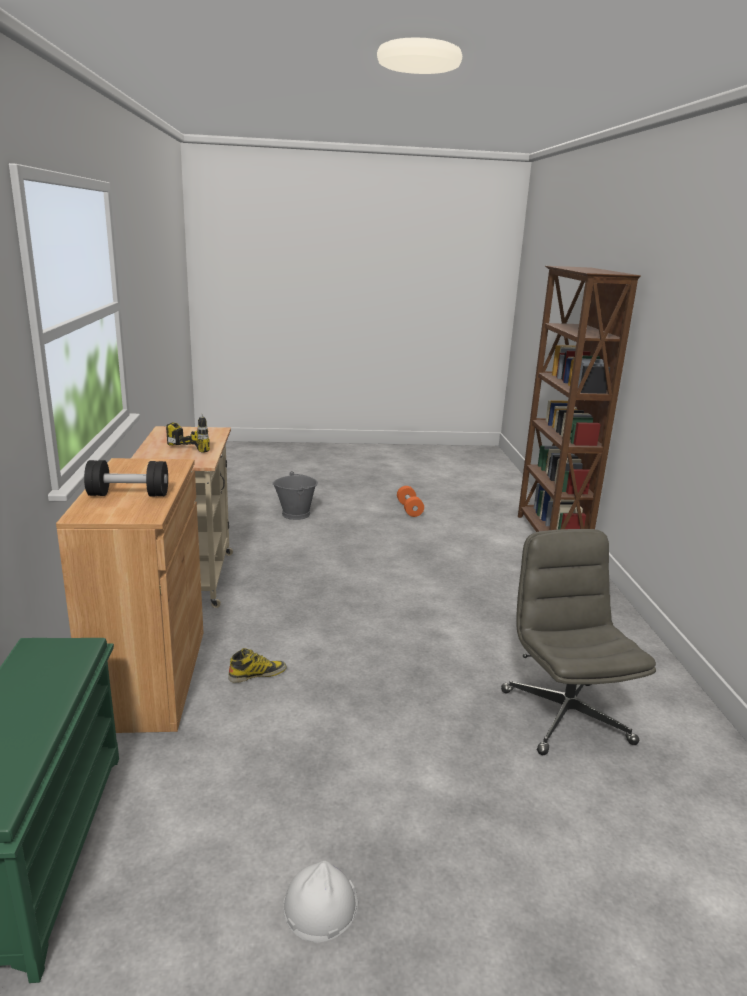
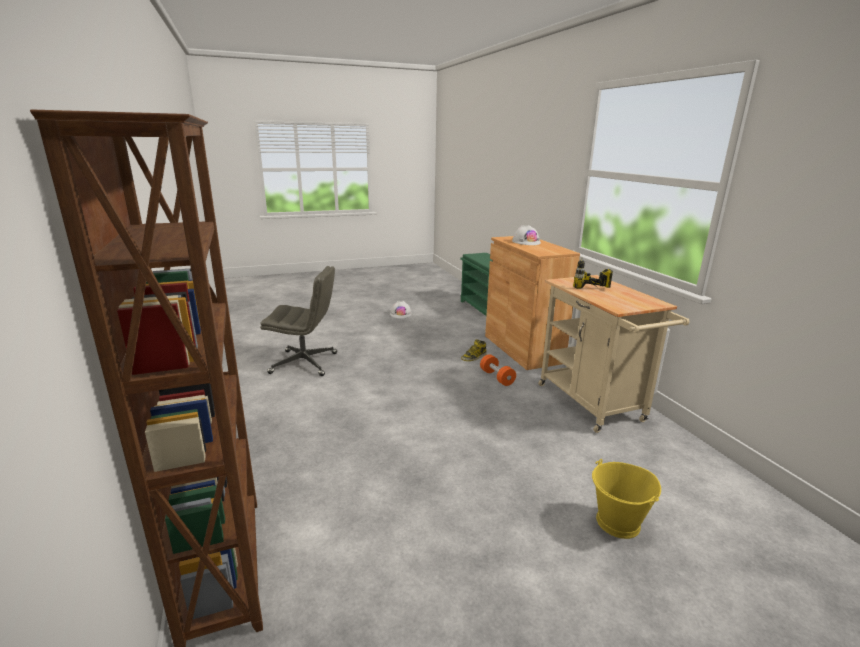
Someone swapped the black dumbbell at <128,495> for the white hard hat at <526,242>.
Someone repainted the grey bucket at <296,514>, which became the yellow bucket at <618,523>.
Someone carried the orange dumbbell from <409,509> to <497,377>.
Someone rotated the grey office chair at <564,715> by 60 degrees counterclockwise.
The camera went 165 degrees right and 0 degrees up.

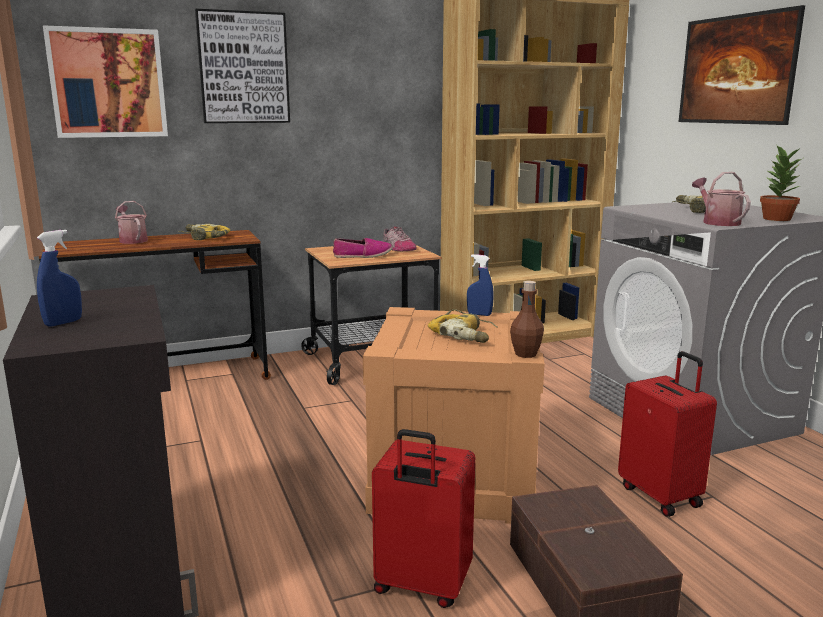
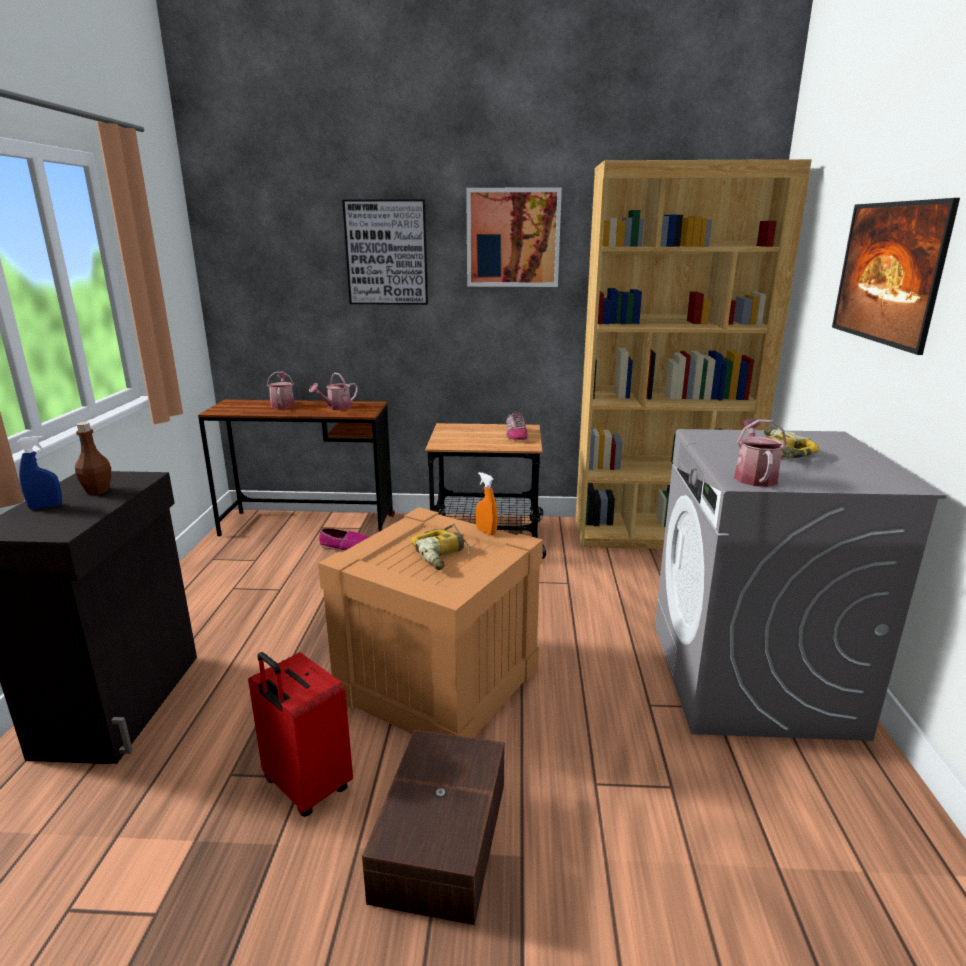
Someone carried the picture from <108,83> to <513,238>.
Someone swapped the power drill at <202,238> for the watering can at <336,408>.
Someone carried the shoe from <363,256> to <345,547>.
Someone repainted the blue spray bottle at <479,314>, which became the orange spray bottle at <486,532>.
Someone carried the brown bottle from <526,354> to <98,491>.
Someone took away the red suitcase at <661,495>.
Someone took away the potted plant at <776,219>.
The camera went 25 degrees right and 5 degrees up.

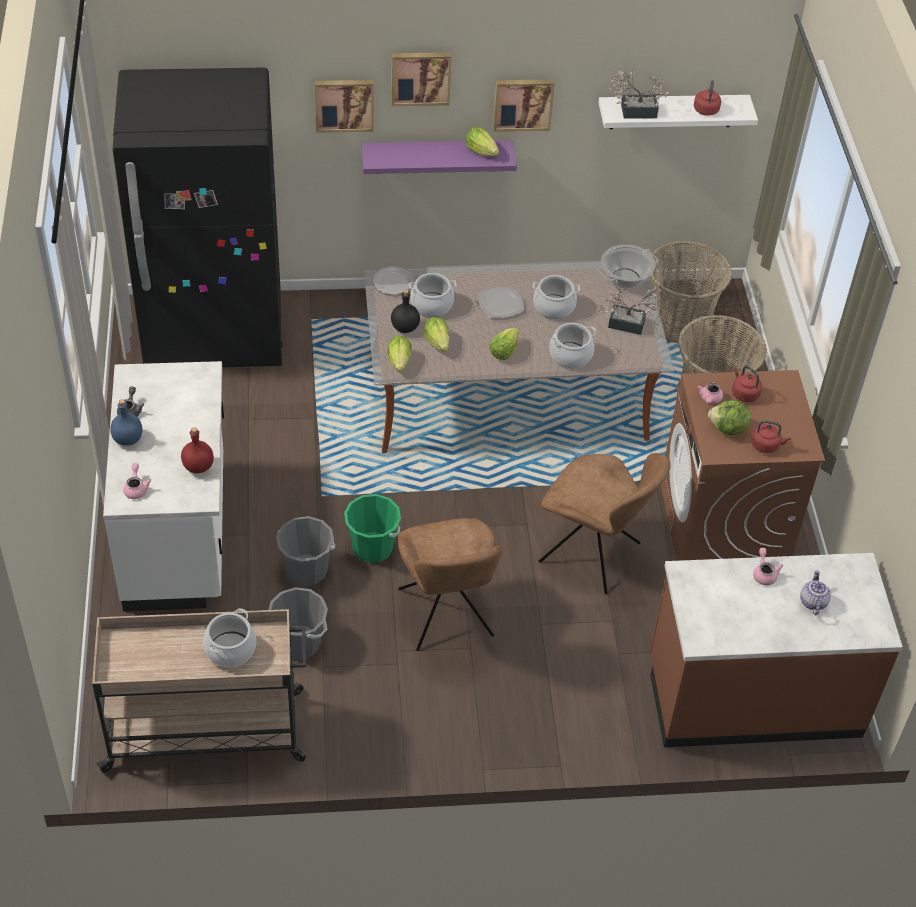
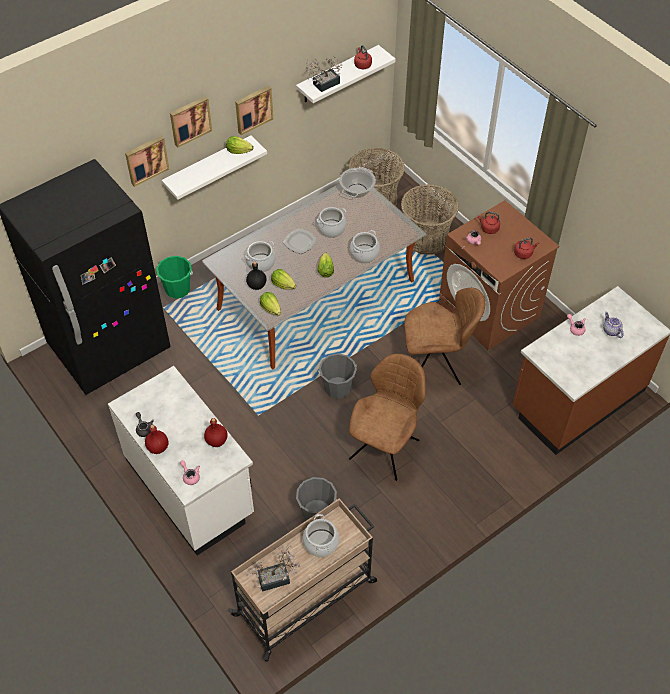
Someone repainted the blue bottle at <128,438>, which became the red bottle at <158,447>.
Someone carried the grey bucket from <306,570> to <337,388>.
Someone carried the green bucket from <372,548> to <177,289>.
Someone repainted the purple shelf at <436,156>, which became the white shelf at <208,167>.
Someone took away the plate at <393,283>.
Someone rotated the brown chair at <446,616> by 105 degrees counterclockwise.
Someone carried the potted plant from <631,325> to <277,578>.
Someone took away the lettuce at <728,429>.
The camera went 30 degrees left and 5 degrees up.

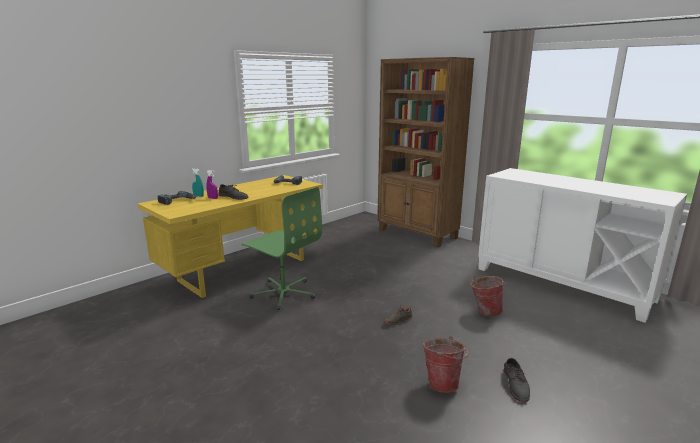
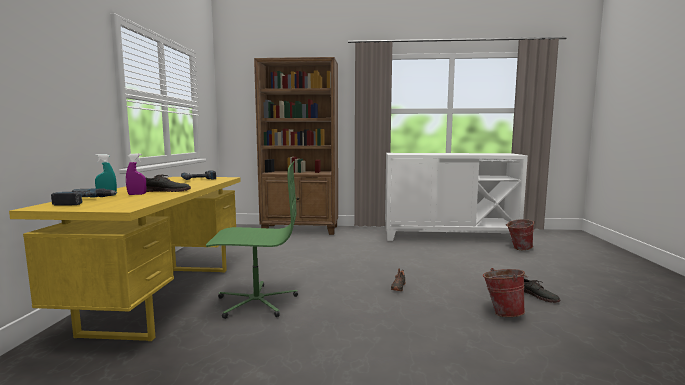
Someone carried the bucket from <484,311> to <518,248>.
The camera went 40 degrees left and 10 degrees down.

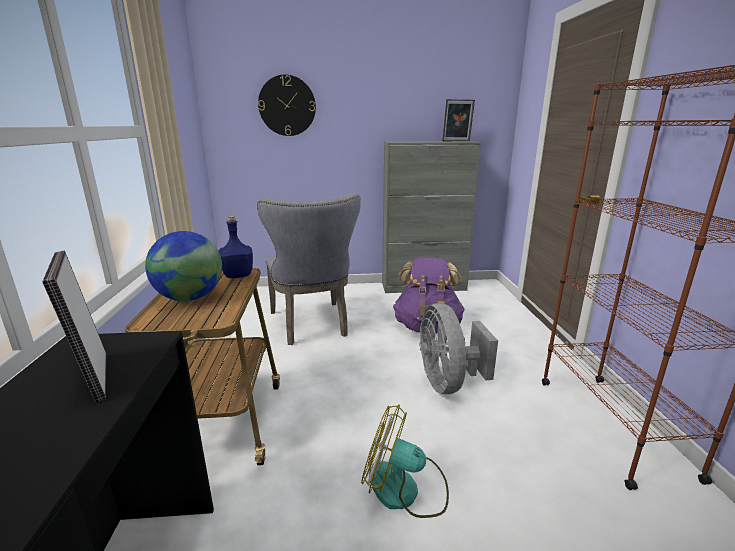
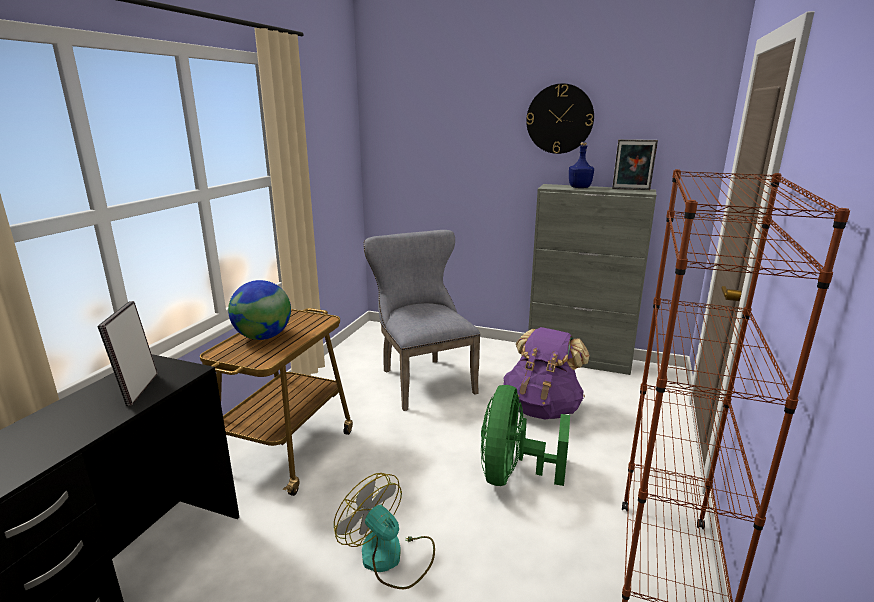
Someone carried the blue bottle from <238,275> to <579,187>.
Someone rotated the grey chair at <312,325> by 150 degrees clockwise.
Someone carried the wall clock from <287,106> to <559,119>.
Someone repainted the grey fan at <448,382>, which became the green fan at <513,474>.
The camera went 25 degrees right and 0 degrees up.

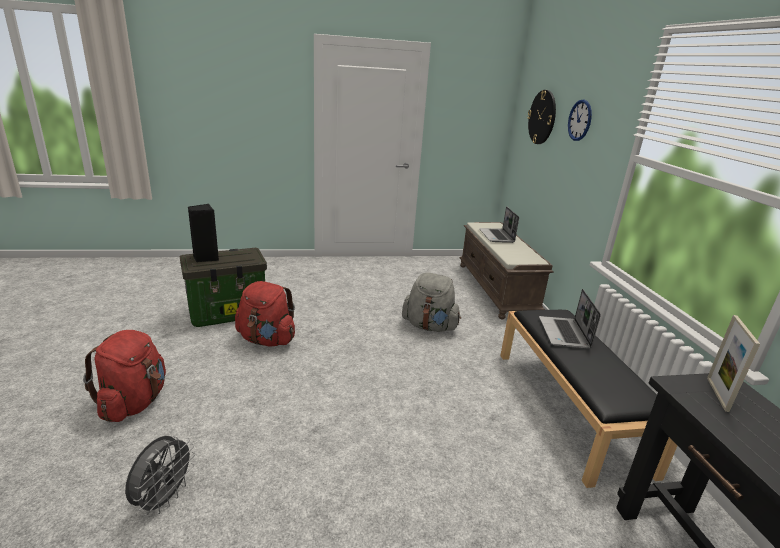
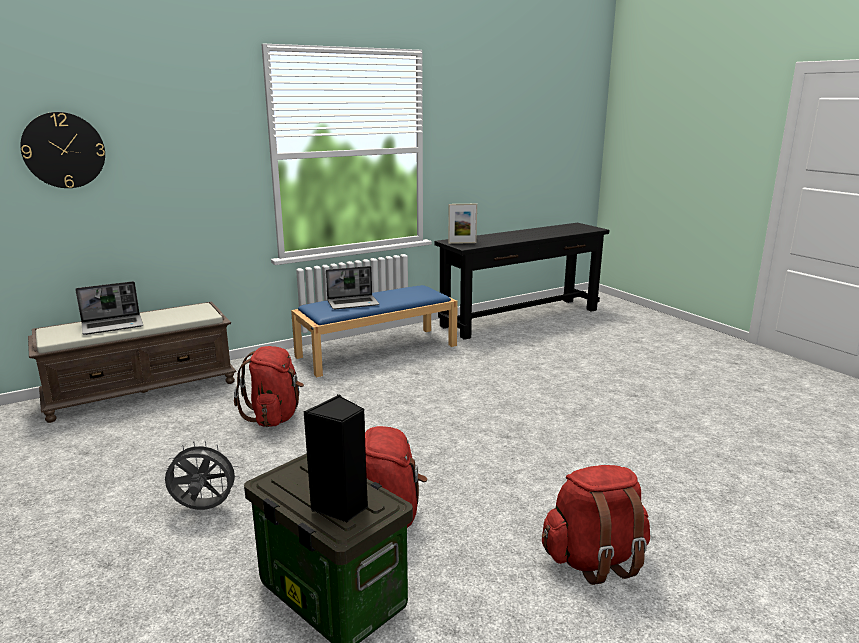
Someone carried the grey fan from <164,499> to <204,509>.
Someone repainted the grey backpack at <429,326>, which became the red backpack at <274,416>.
Someone repainted the black bench at <569,408>, which became the blue bench at <378,350>.
Someone took away the wall clock at <579,120>.
The camera went 110 degrees left and 5 degrees down.

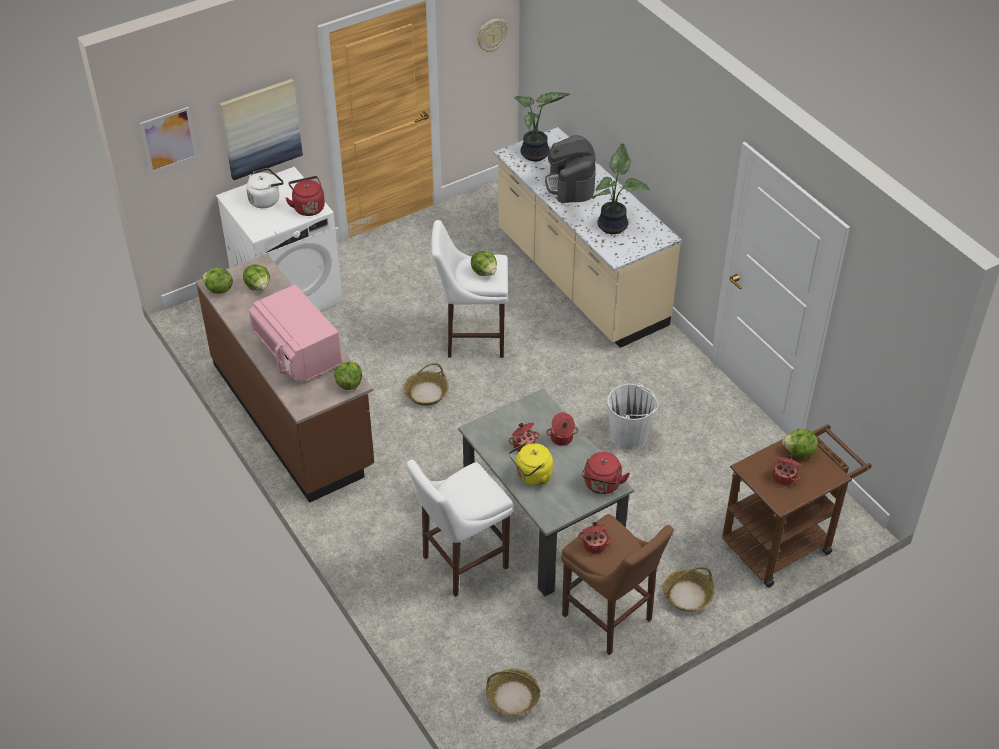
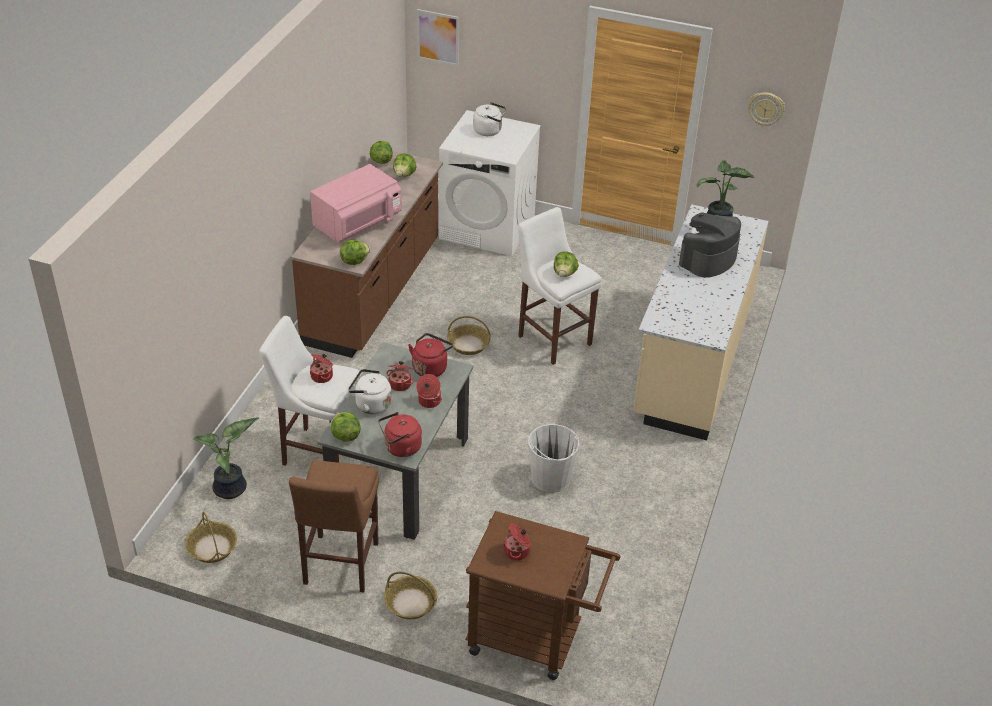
Someone took away the picture at <261,128>.
Someone rotated the pink microwave at <297,353> by 150 degrees counterclockwise.
Someone carried the red kettle from <308,207> to <430,367>.
Someone repainted the yellow kettle at <531,476>, which became the white kettle at <370,405>.
Someone carried the cooking pot from <594,544> to <322,376>.
Someone carried the potted plant from <614,225> to <232,489>.
Someone carried the lettuce from <799,452> to <345,436>.
The camera went 50 degrees right and 5 degrees down.

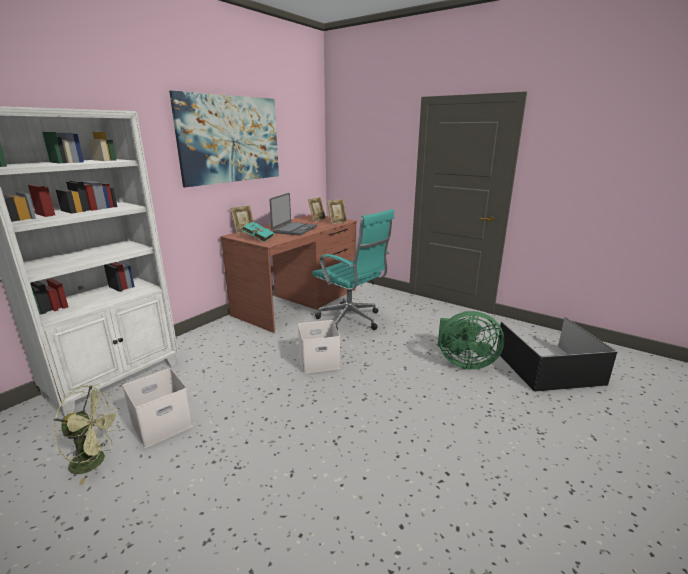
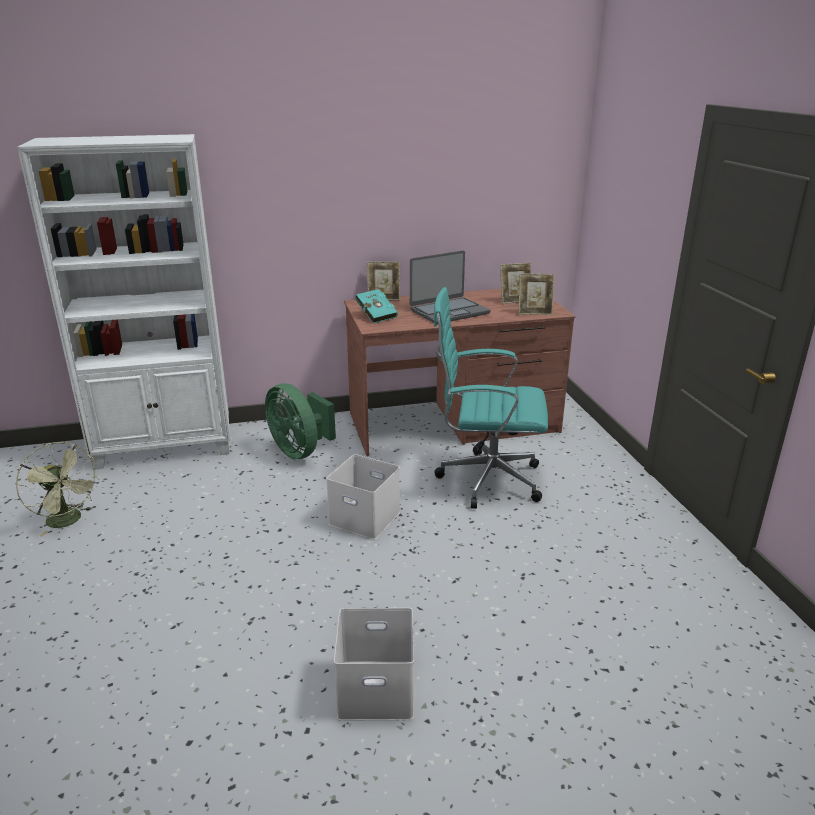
Someone carried the white storage box from <161,426> to <374,691>.
Someone took away the picture at <230,139>.
Someone rotated the turquoise office chair at <352,321> by 105 degrees clockwise.
Someone carried the green fan from <464,363> to <300,451>.
Someone took away the black storage box at <549,367>.
The camera went 40 degrees right and 5 degrees up.

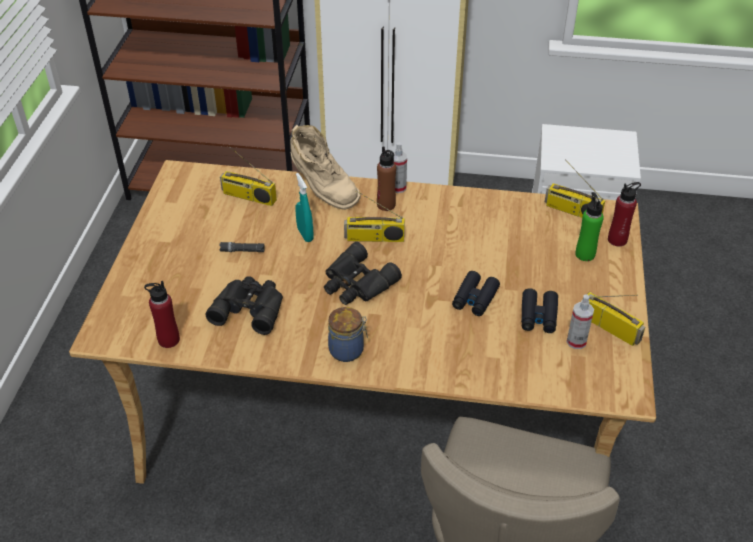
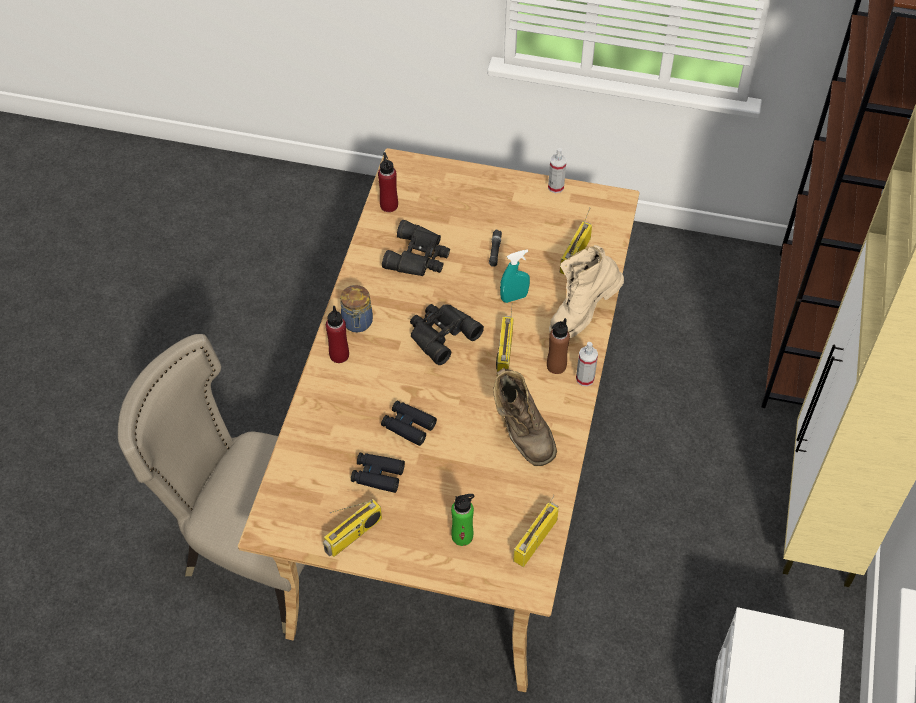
Someone carried the spray bottle from <576,341> to <556,187>.
Someone carried the red bottle from <617,240> to <339,355>.
Someone put down the brown boot at <521,431>.
The camera went 95 degrees right and 10 degrees up.

